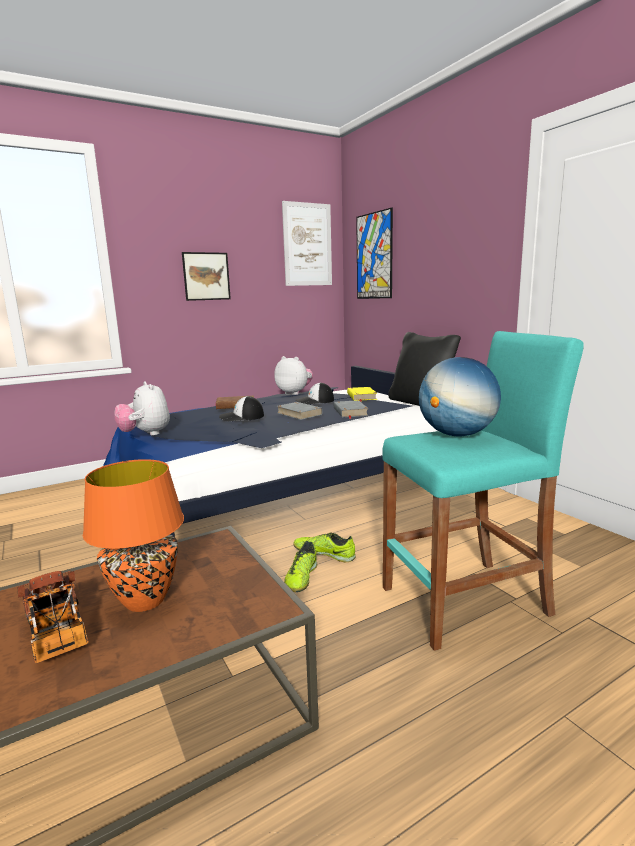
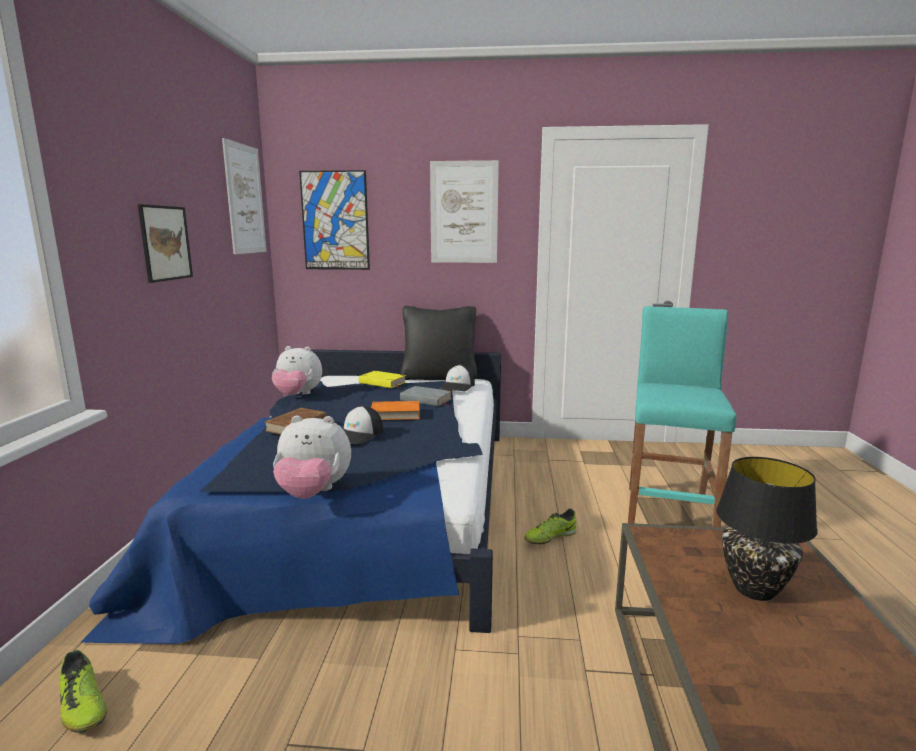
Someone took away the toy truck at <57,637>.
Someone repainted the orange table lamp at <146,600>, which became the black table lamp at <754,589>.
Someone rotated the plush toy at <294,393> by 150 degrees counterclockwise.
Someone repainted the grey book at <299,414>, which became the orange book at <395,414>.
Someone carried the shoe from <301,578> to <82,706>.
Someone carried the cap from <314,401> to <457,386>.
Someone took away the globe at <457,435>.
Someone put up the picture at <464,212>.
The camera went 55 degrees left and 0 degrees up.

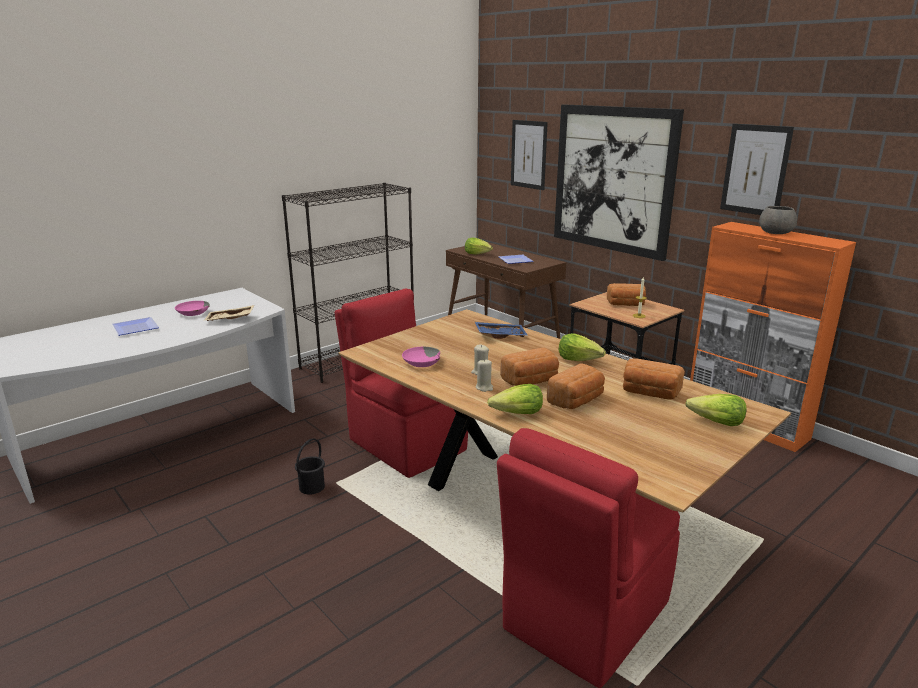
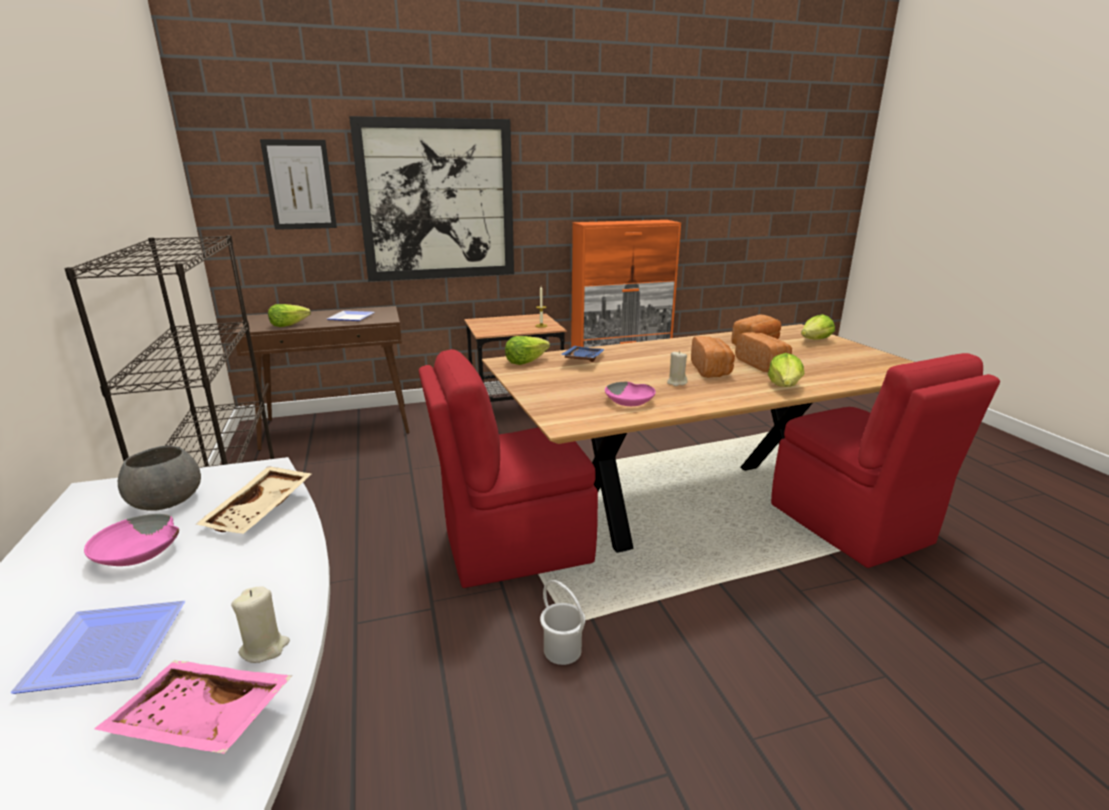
Someone repainted the black bucket at <311,487>, which became the white bucket at <562,650>.
Someone carried the beige candle from <484,387> to <264,648>.
Someone carried the lettuce from <579,359> to <525,361>.
Someone took away the bread at <626,304>.
Someone took away the picture at <755,170>.
Someone carried the grey bowl from <775,232> to <165,501>.
Someone put down the pink tray at <199,722>.
The camera went 65 degrees left and 0 degrees up.

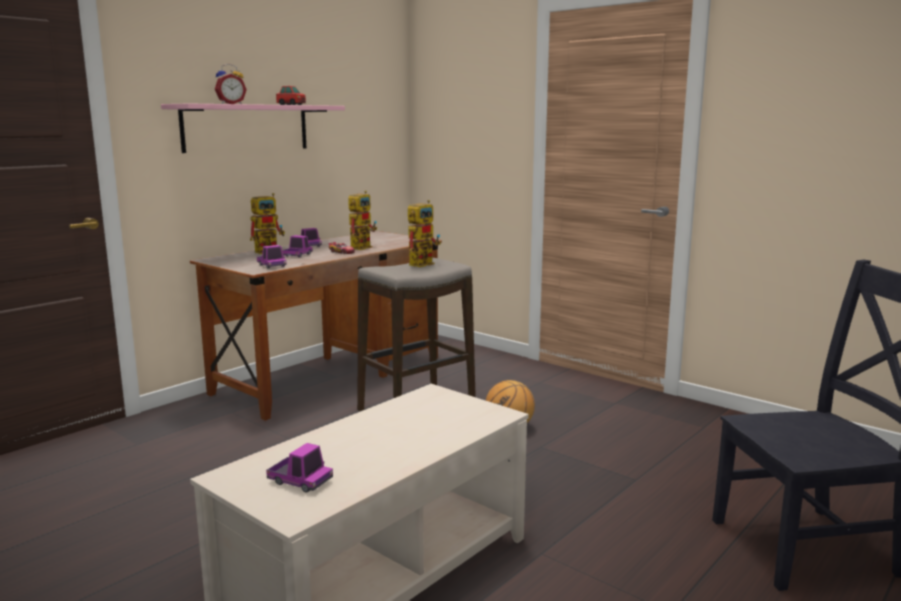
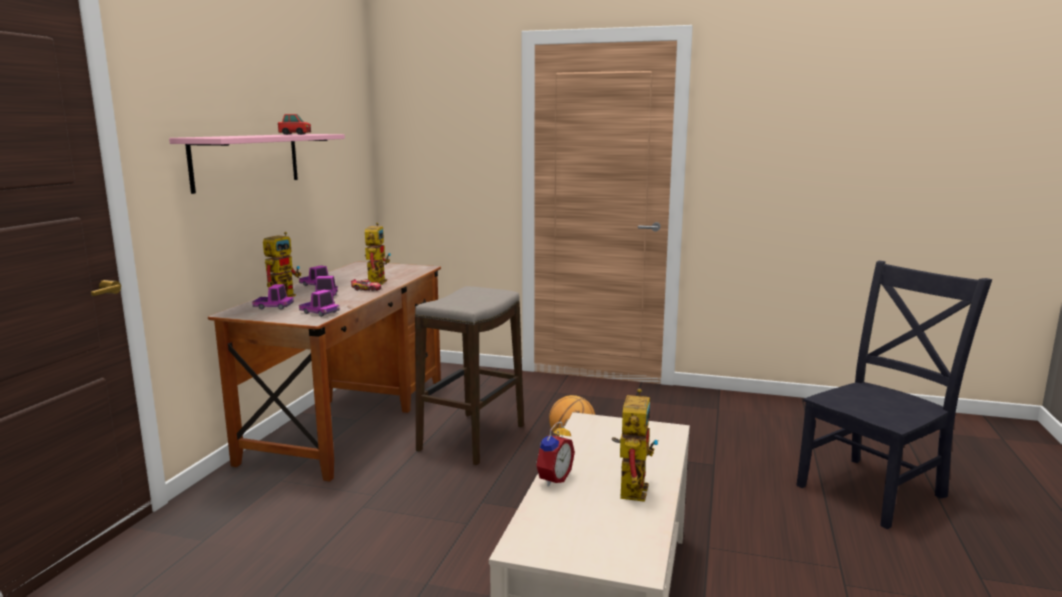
Someone carried the alarm clock from <231,104> to <552,479>.
Someone carried the toy truck from <300,481> to <273,307>.
Someone carried the toy robot from <423,263> to <631,486>.
The camera went 25 degrees left and 0 degrees up.

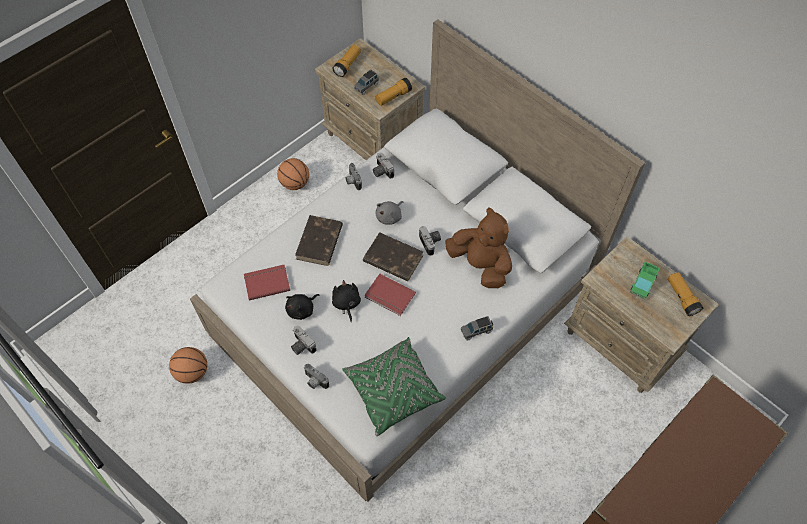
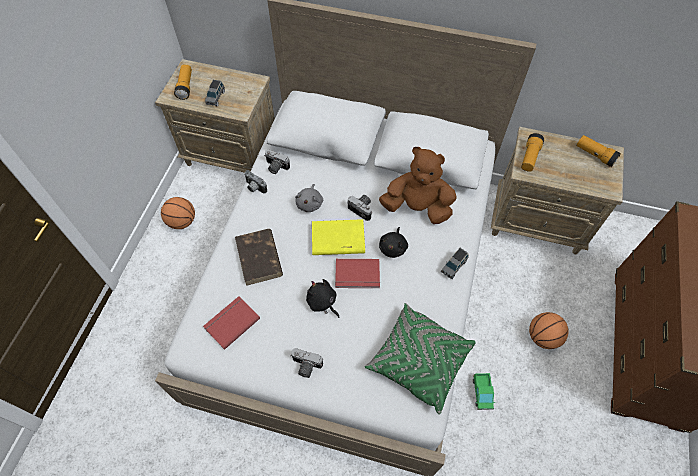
Someone carried the basketball from <192,372> to <543,337>.
Someone carried the black plush toy from <302,309> to <393,247>.
Someone took away the photo camera at <314,382>.
Someone repainted the brown book at <392,258>, which became the yellow book at <337,240>.
Someone carried the flashlight from <393,97> to <529,157>.
Someone carried the toy truck from <643,283> to <482,393>.
The camera went 30 degrees left and 0 degrees up.

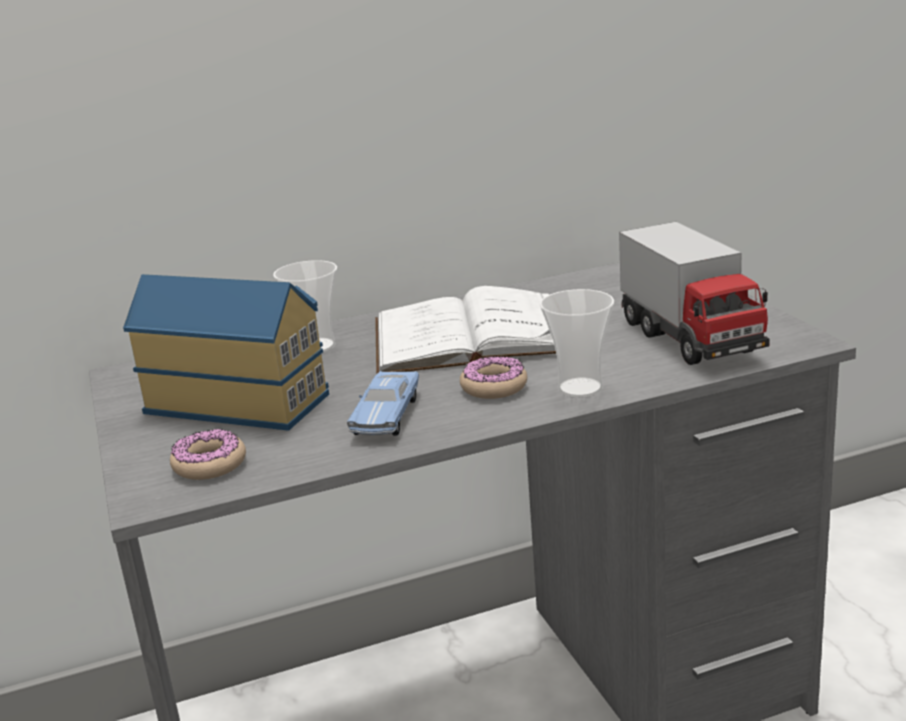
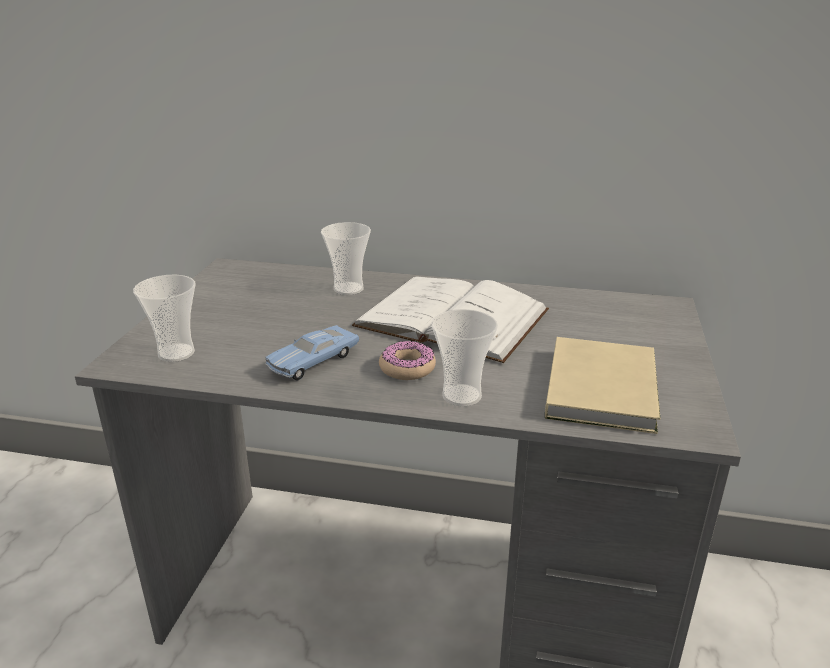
Someone took away the toy house at <240,399>.
Someone swapped the donut at <209,465> for the cup at <176,353>.
Someone swapped the toy truck at <690,339> for the beige book at <603,386>.
The camera went 30 degrees right and 5 degrees up.

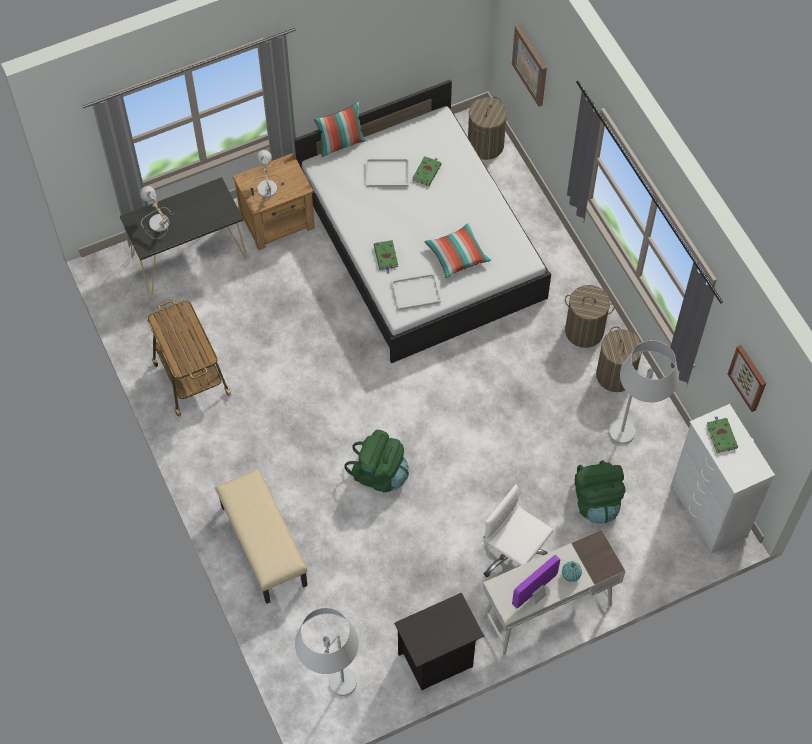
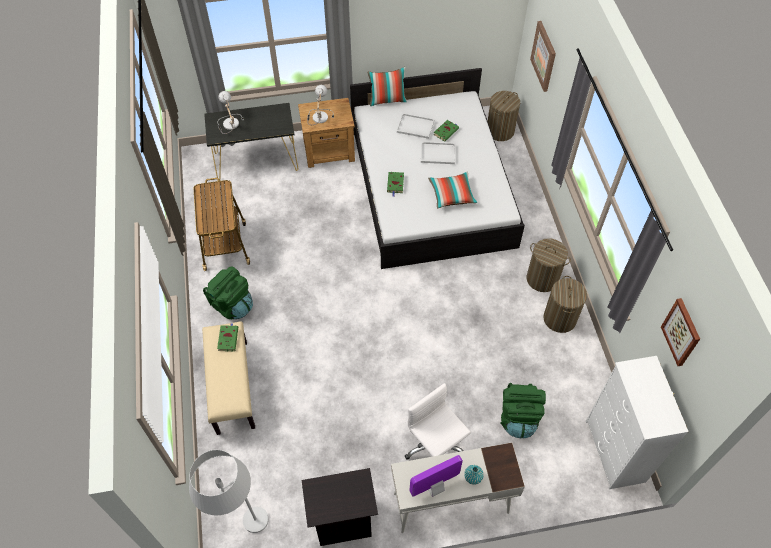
Someone carried the green backpack from <379,474> to <232,305>.
Someone carried the white tray from <415,293> to <437,154>.
Someone took away the white floor lamp at <632,442>.
Someone carried the green book from <721,435> to <228,338>.
The camera went 15 degrees right and 5 degrees down.

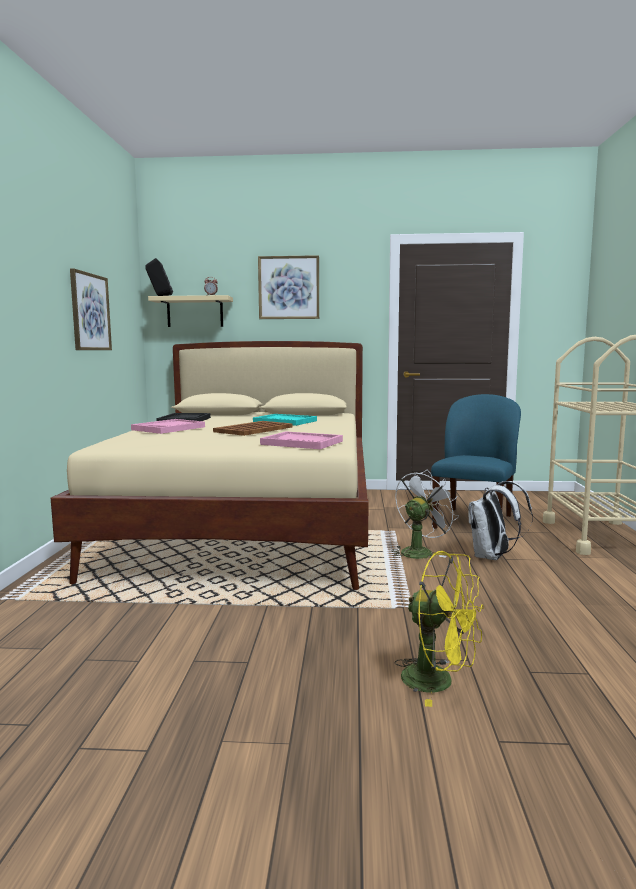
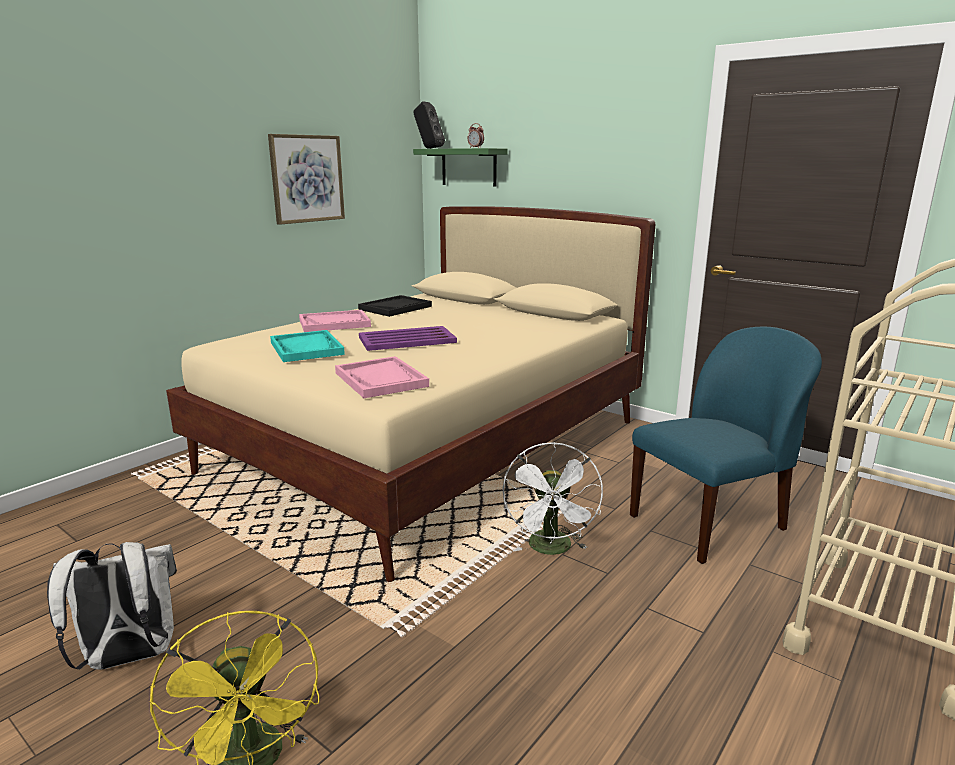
Someone repainted the beige shelf at <195,312>, which became the green shelf at <469,167>.
Someone repainted the brown tray at <254,429>, which became the purple tray at <408,340>.
Someone carried the turquoise tray from <285,421> to <307,348>.
Someone took away the picture at <289,288>.
Someone rotated the white fan at <419,551> by 105 degrees clockwise.
Someone carried the white backpack from <493,557> to <128,658>.
The camera went 35 degrees right and 10 degrees up.

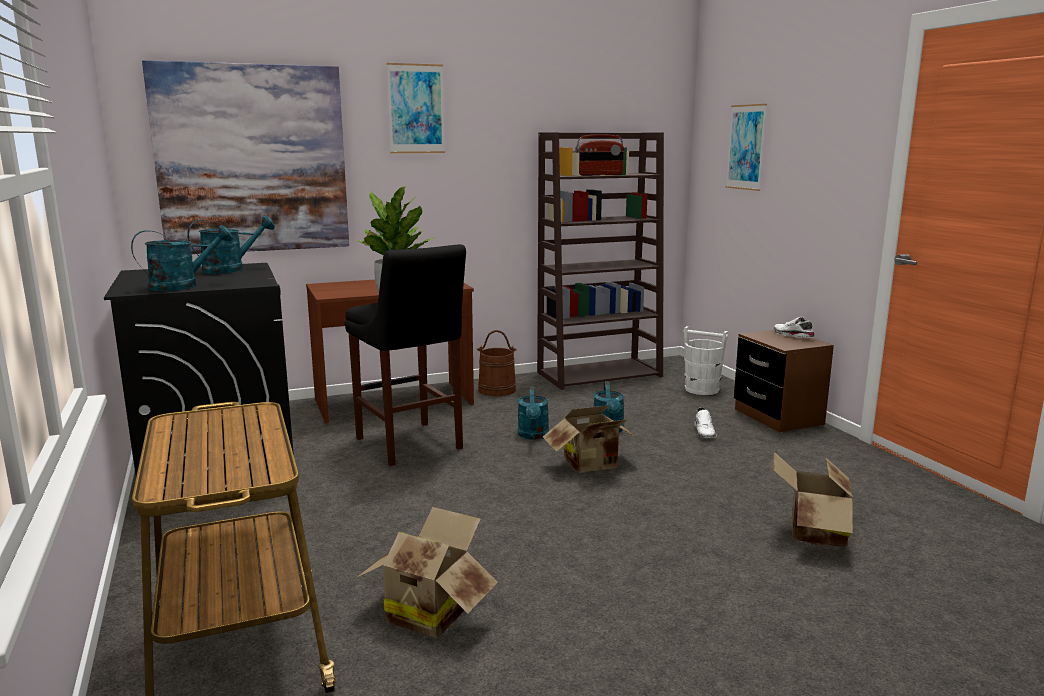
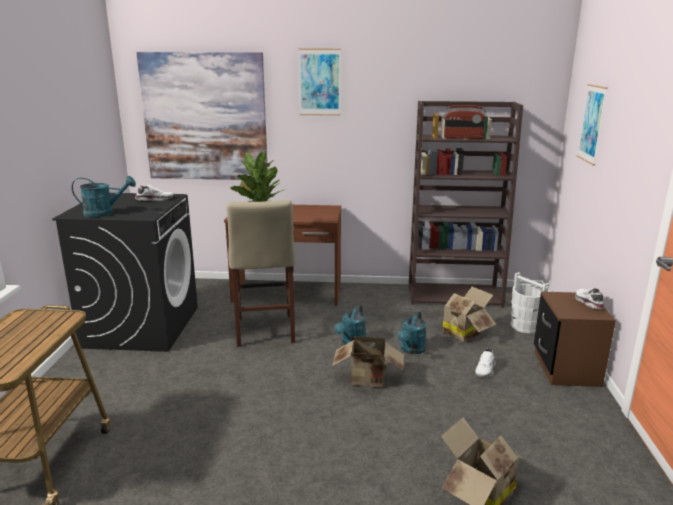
Someone swapped the turquoise watering can at <231,269> for the white shoe at <155,199>.
Someone repainted the black stool at <410,445>, which became the beige stool at <264,332>.
Someone carried the cardboard box from <429,612> to <463,332>.
Someone took away the brown bucket at <497,390>.
The camera went 25 degrees right and 5 degrees up.

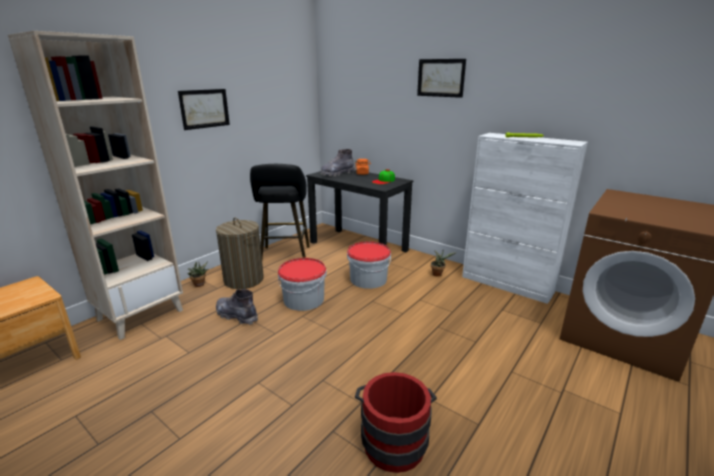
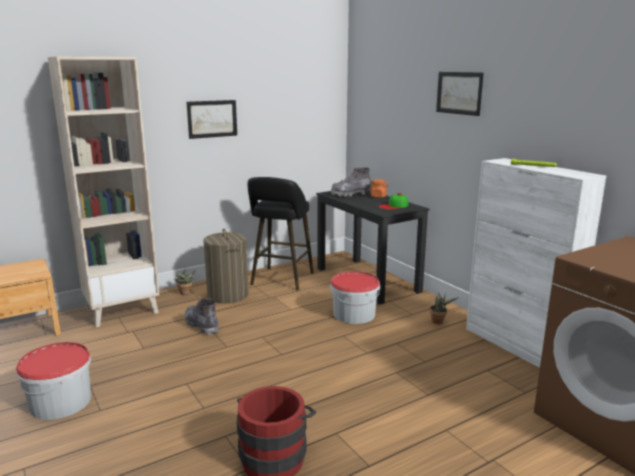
Someone carried the bucket from <303,299> to <61,402>.
The camera went 20 degrees right and 5 degrees down.

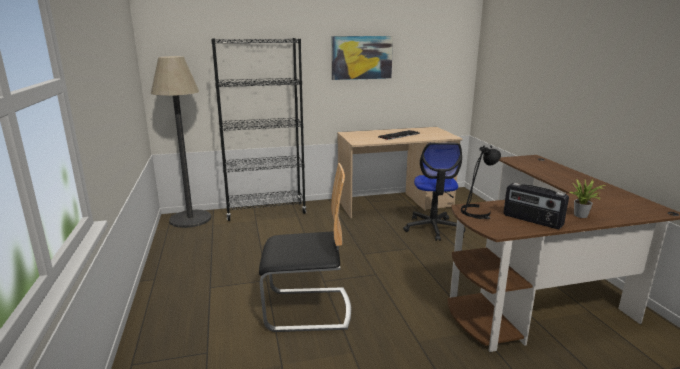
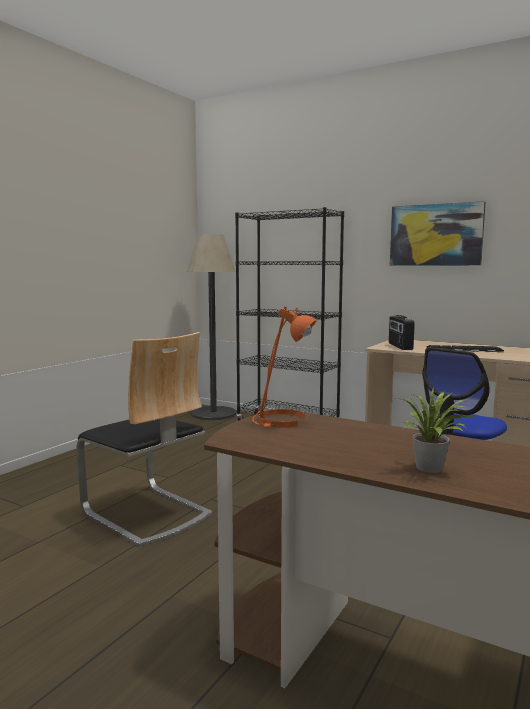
Someone repainted the black table lamp at <477,212>, which became the orange table lamp at <281,421>.
Someone carried the radio from <532,220> to <399,346>.
The camera went 45 degrees right and 10 degrees down.

